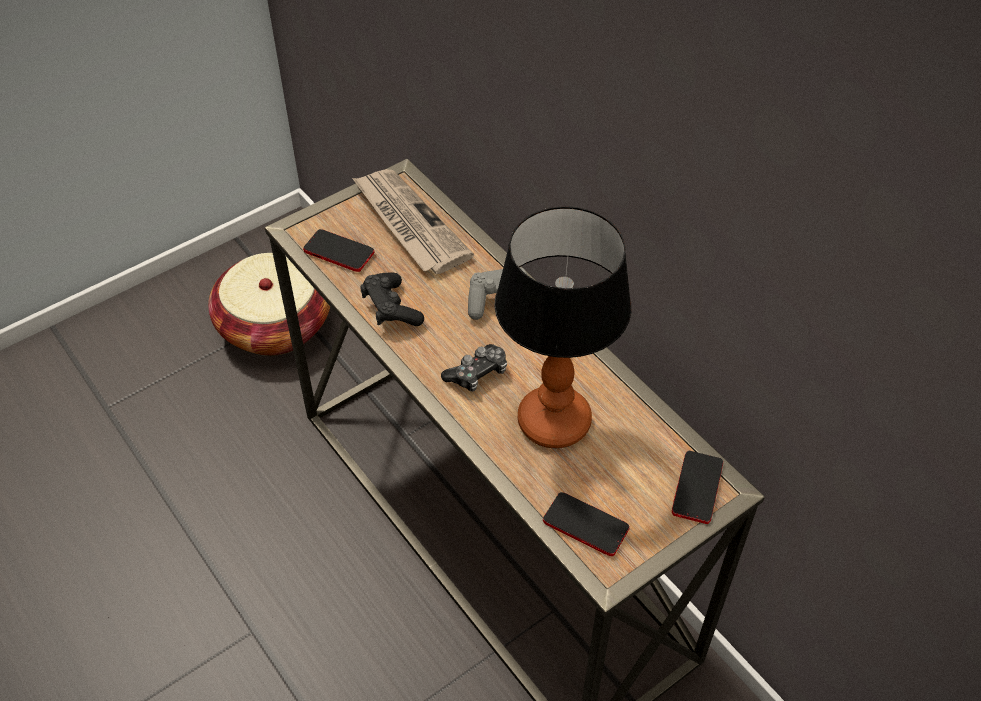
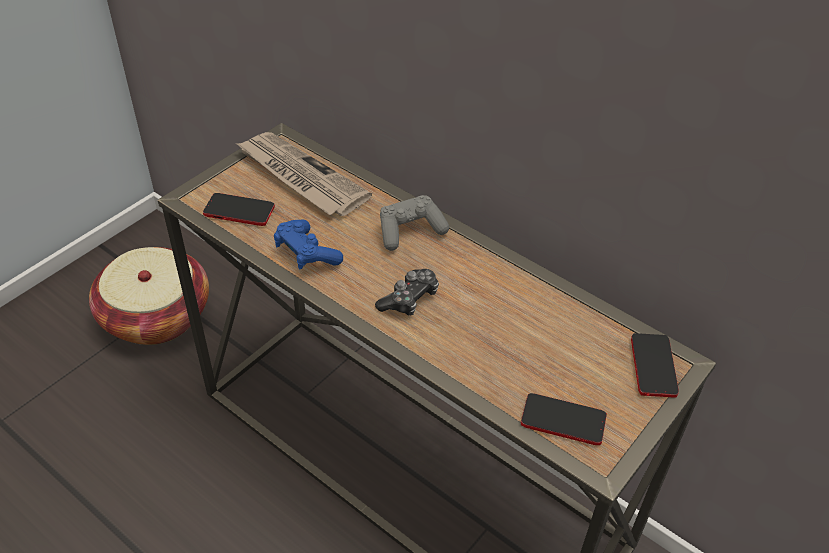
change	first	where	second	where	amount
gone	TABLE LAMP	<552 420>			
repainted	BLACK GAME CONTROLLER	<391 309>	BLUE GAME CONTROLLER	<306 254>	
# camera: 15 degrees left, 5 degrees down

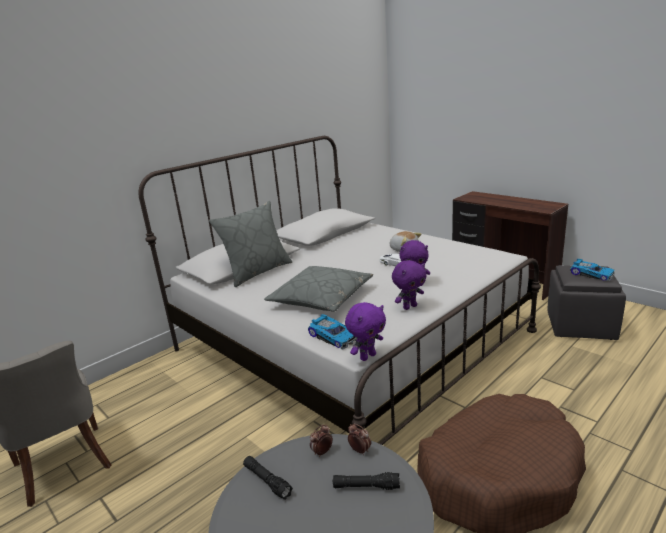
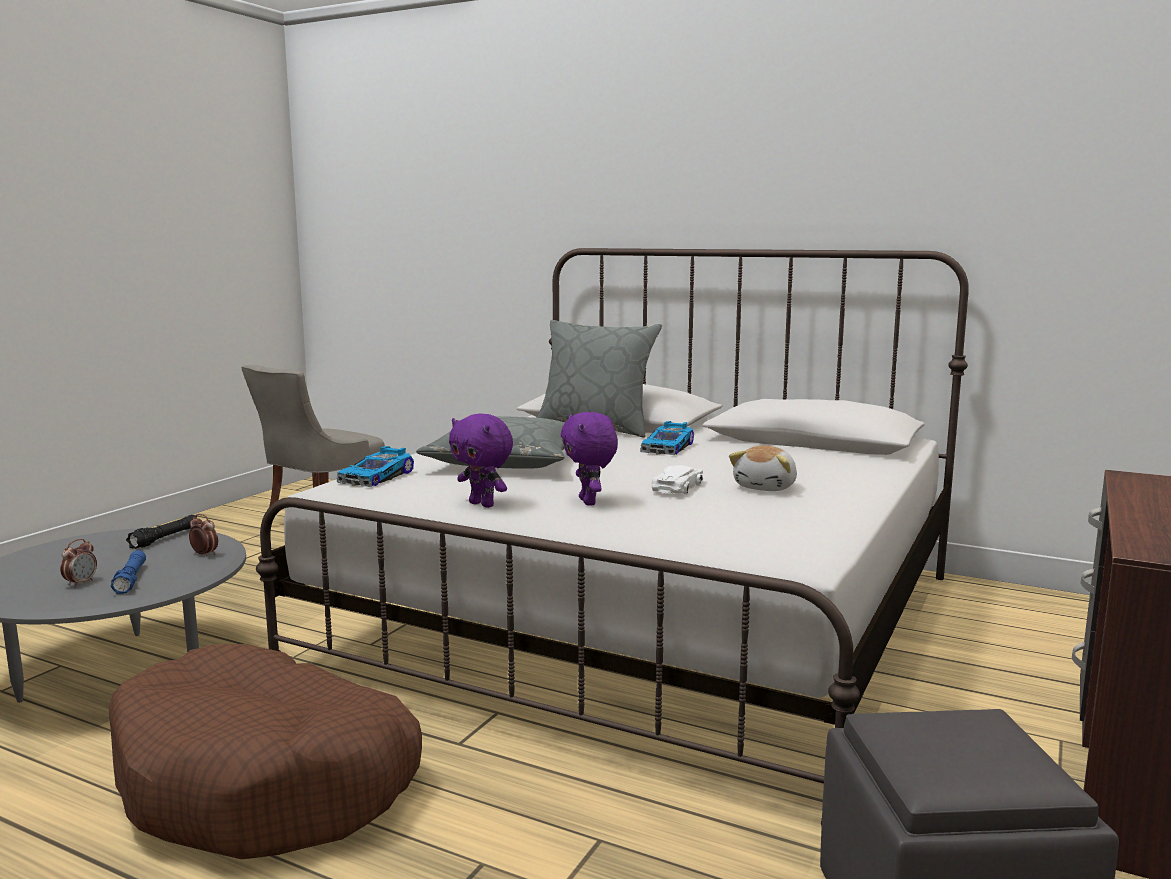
change	first	where	second	where	amount
gone	PURPLE PLUSH TOY	<367 356>			
shifted	ALARM CLOCK	<359 450>		<81 583>	
shifted	TOY CAR	<592 274>		<669 448>	
repainted	BLACK FLASHLIGHT	<366 487>	BLUE FLASHLIGHT	<131 579>	
# camera: 70 degrees right, 10 degrees down

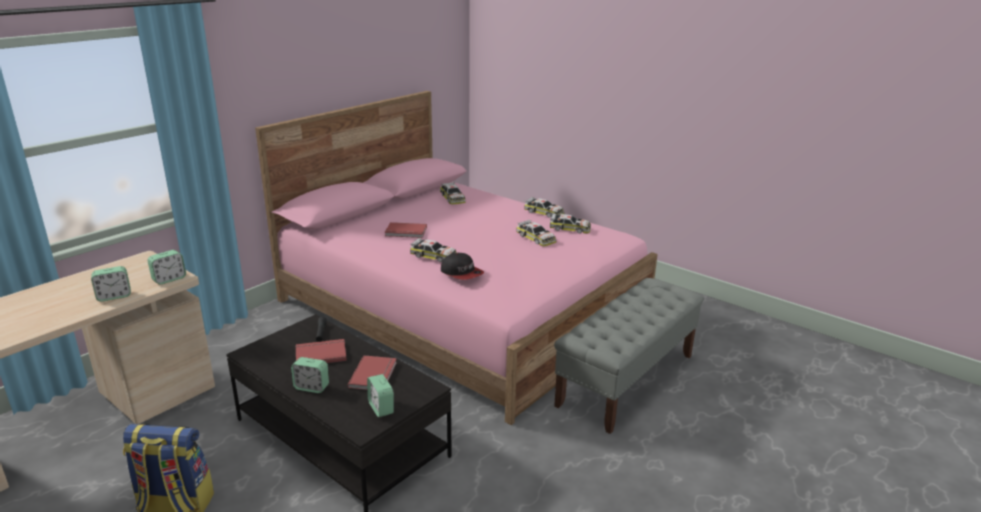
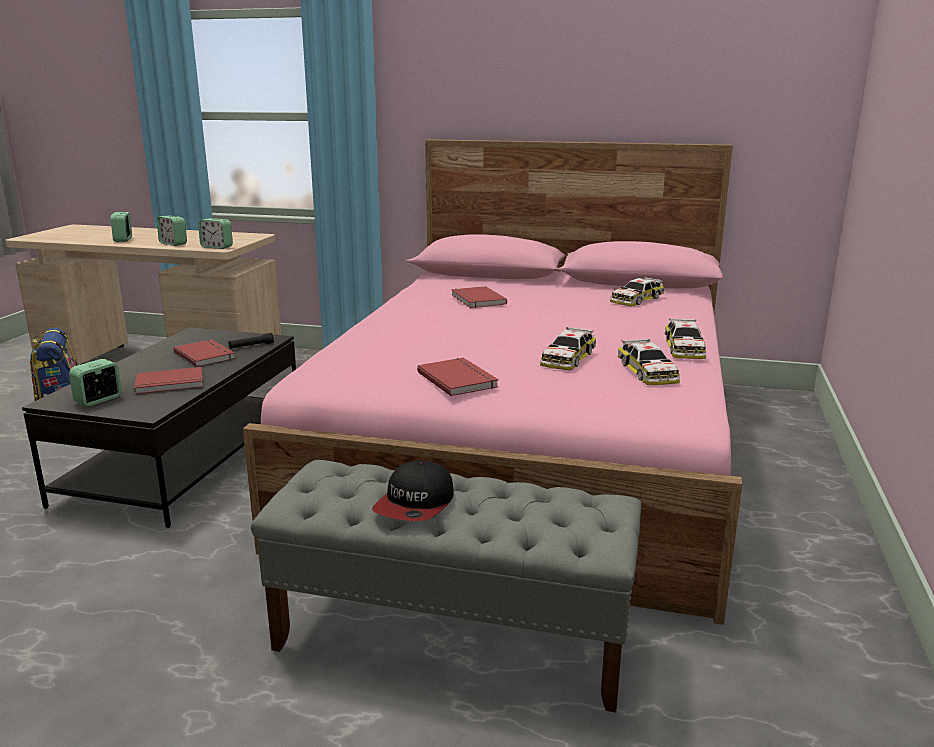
change	first	where	second	where	amount
gone	TOY CAR	<434 256>			
new			RED BOOK	<459 379>	
shifted	ALARM CLOCK	<311 387>		<123 239>	
shifted	CAP	<462 273>		<415 504>	
# camera: 65 degrees right, 5 degrees down

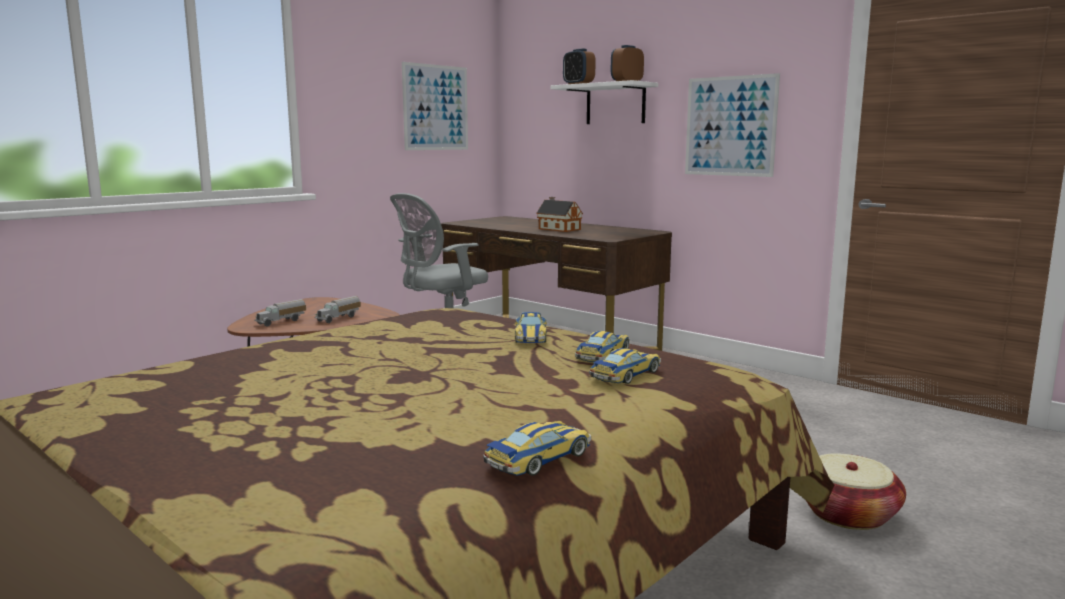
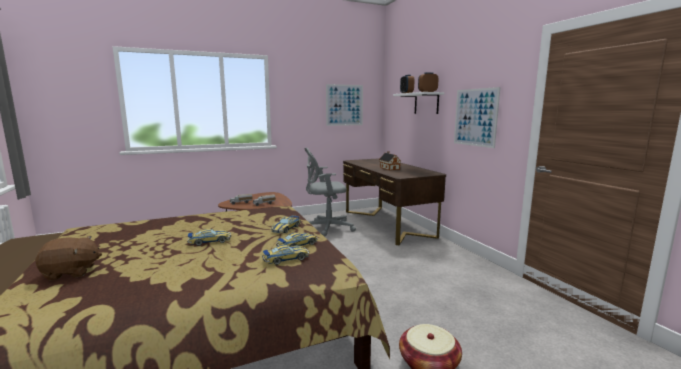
change	first	where	second	where	amount
new			BROWN PLUSH TOY	<71 272>	
shifted	TOY CAR	<539 458>		<210 241>	
# camera: 25 degrees right, 0 degrees up

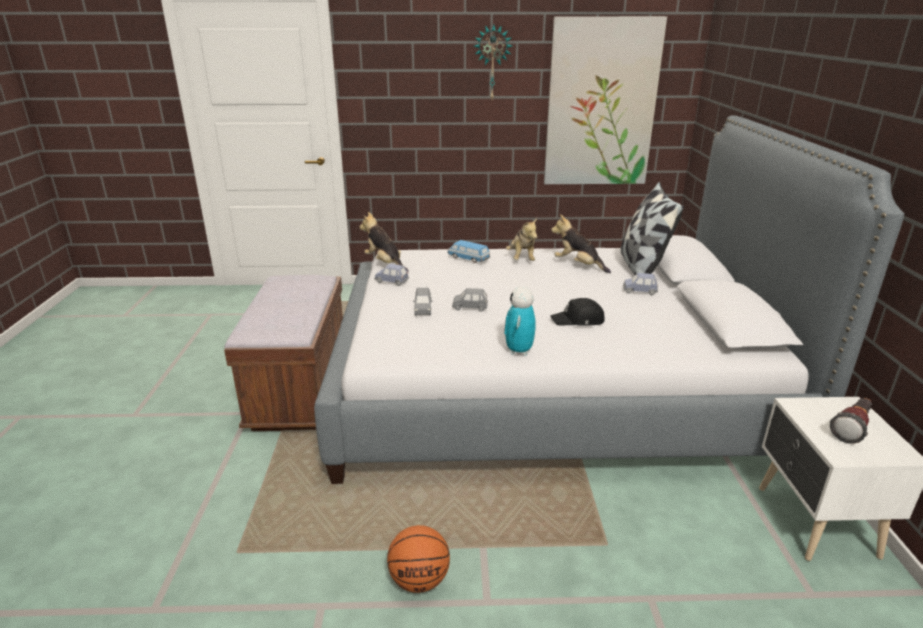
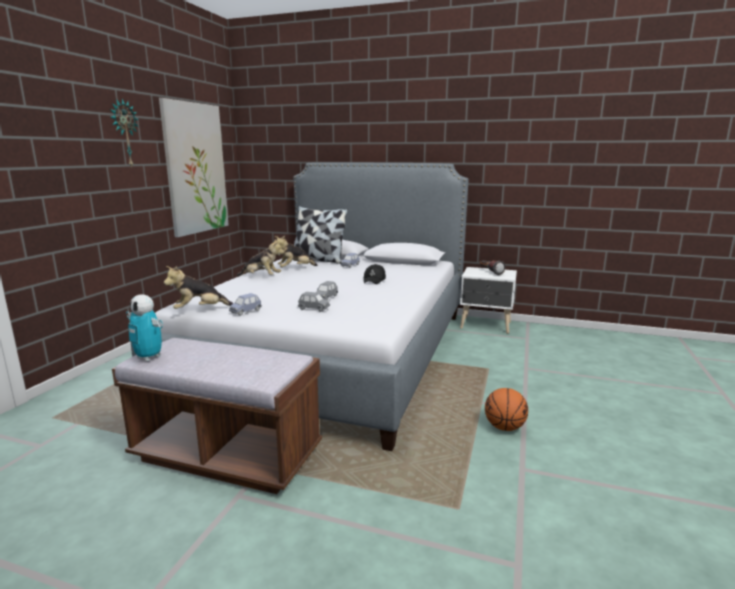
change	first	where	second	where	amount
gone	TOY CAR	<468 258>			
shifted	TOY ROBOT	<519 351>		<149 357>	
# camera: 70 degrees left, 10 degrees down

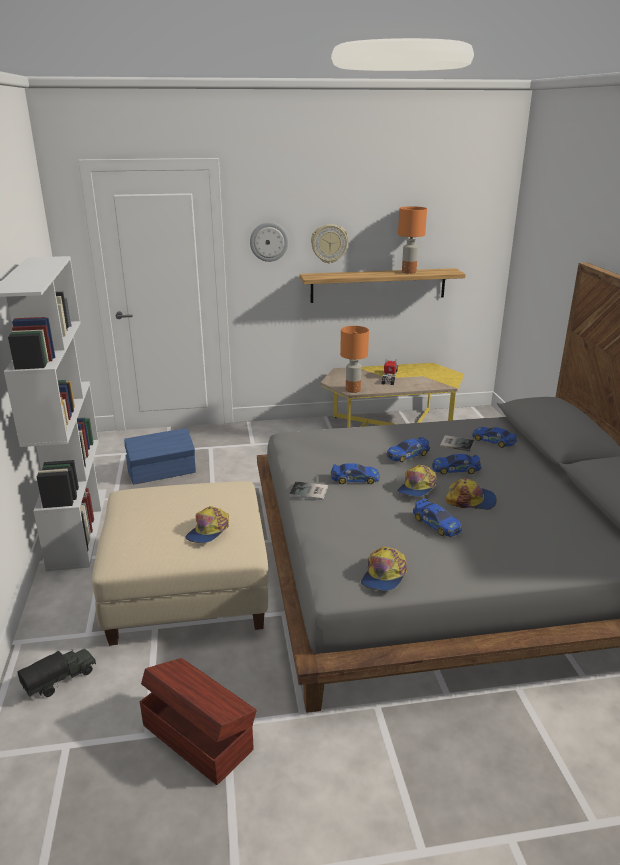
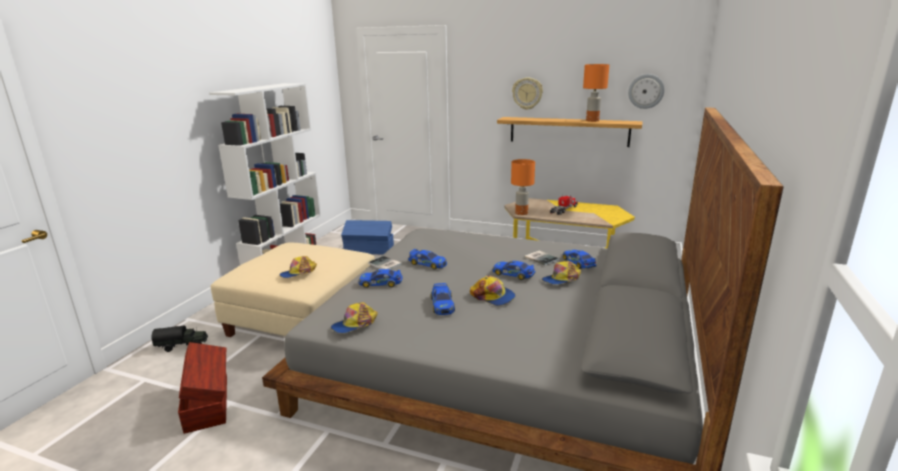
change	first	where	second	where	amount
shifted	WALL CLOCK	<269 241>		<646 91>	
shifted	TOY CAR	<407 454>		<380 283>	
shifted	CAP	<417 487>		<561 279>	
# camera: 30 degrees right, 5 degrees down

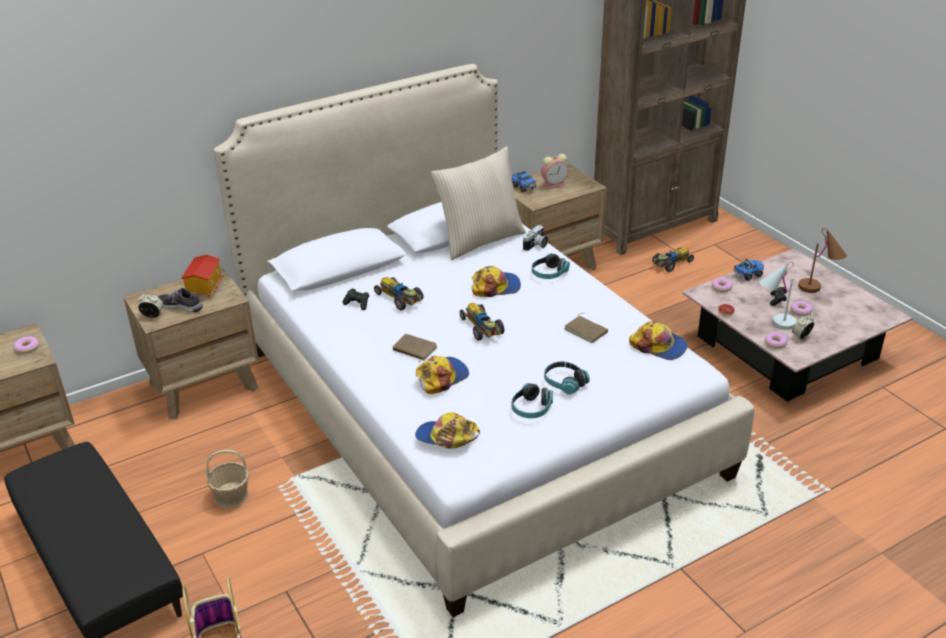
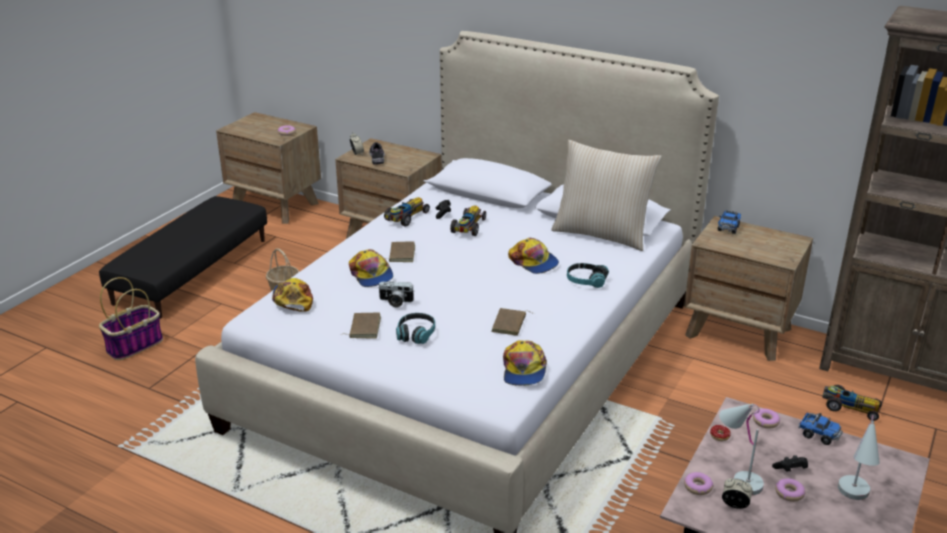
change	first	where	second	where	amount
gone	TOY HOUSE	<204 288>			
gone	ALARM CLOCK	<554 184>			
shifted	TOY CAR	<482 328>		<406 218>	
shifted	PHOTO CAMERA	<536 246>		<395 302>	
swapped	HEADPHONES	<531 408>	BROWN BOOK	<363 327>	
repainted	BROWN TABLE LAMP	<818 291>	WHITE TABLE LAMP	<853 498>	
rotated	CAP	<441 377>		<371 275>	45 degrees clockwise
# camera: 60 degrees right, 5 degrees down

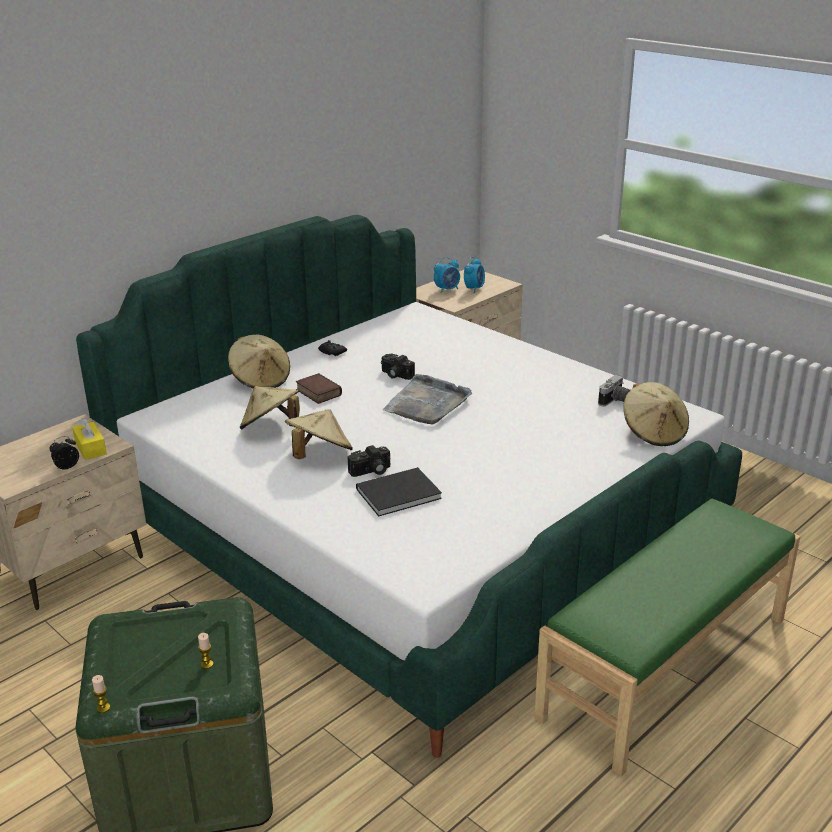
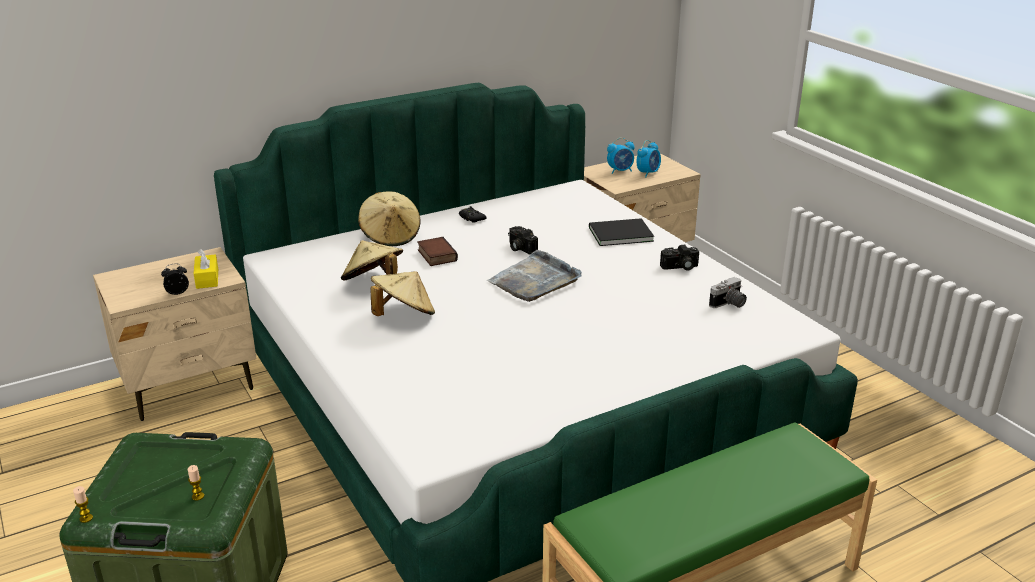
change	first	where	second	where	amount
gone	BEIGE HAT	<654 433>			
shifted	PHOTO CAMERA	<371 471>		<680 267>	
shifted	BLACK BOOK	<395 493>		<618 233>	
# camera: 15 degrees right, 0 degrees up

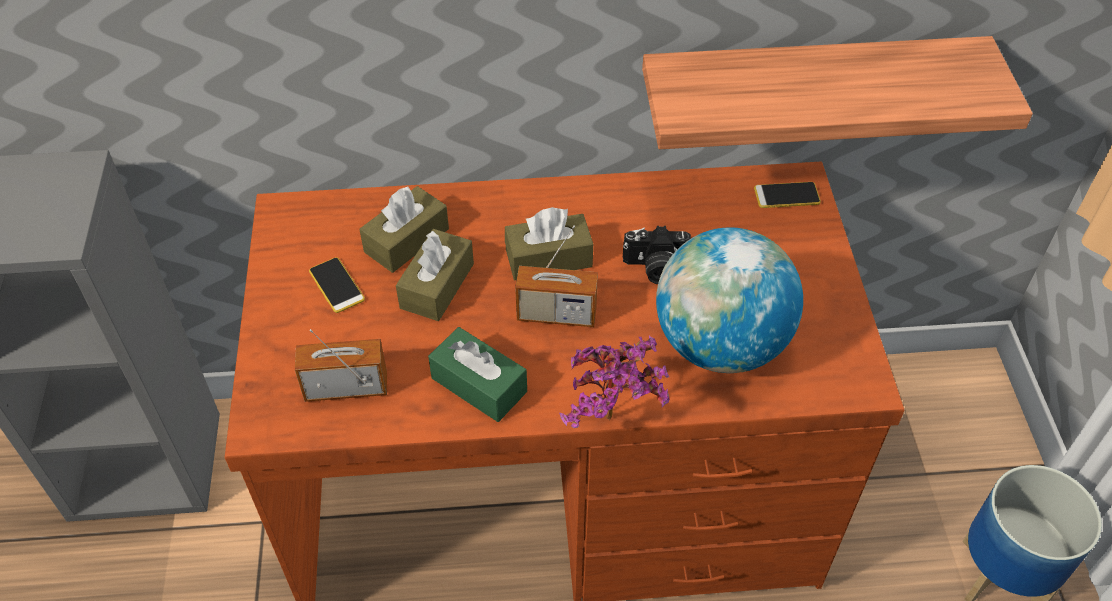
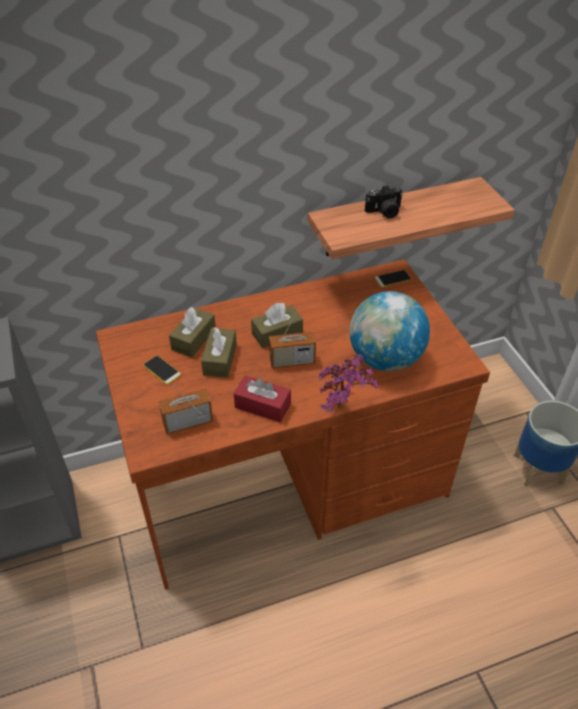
change	first	where	second	where	amount
shifted	PHOTO CAMERA	<655 268>		<384 212>	
repainted	GREEN TISSUE BOX	<479 385>	RED TISSUE BOX	<262 405>	
# camera: 15 degrees left, 5 degrees down

